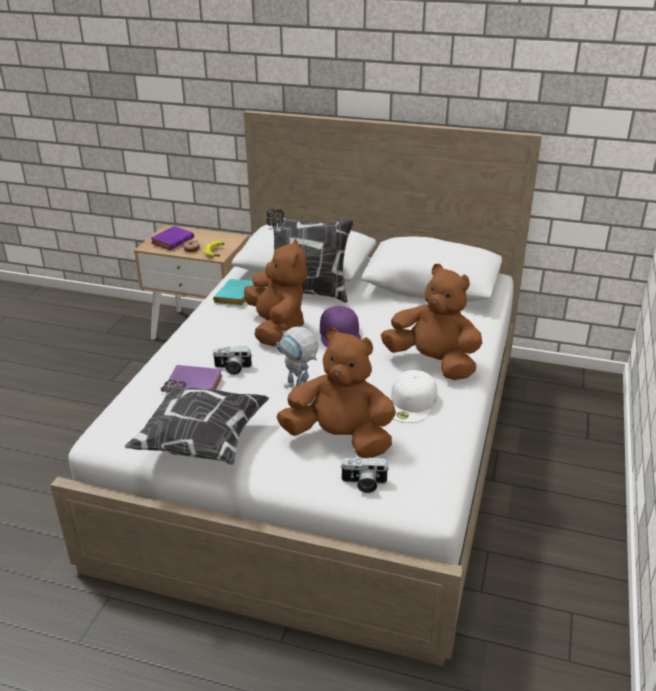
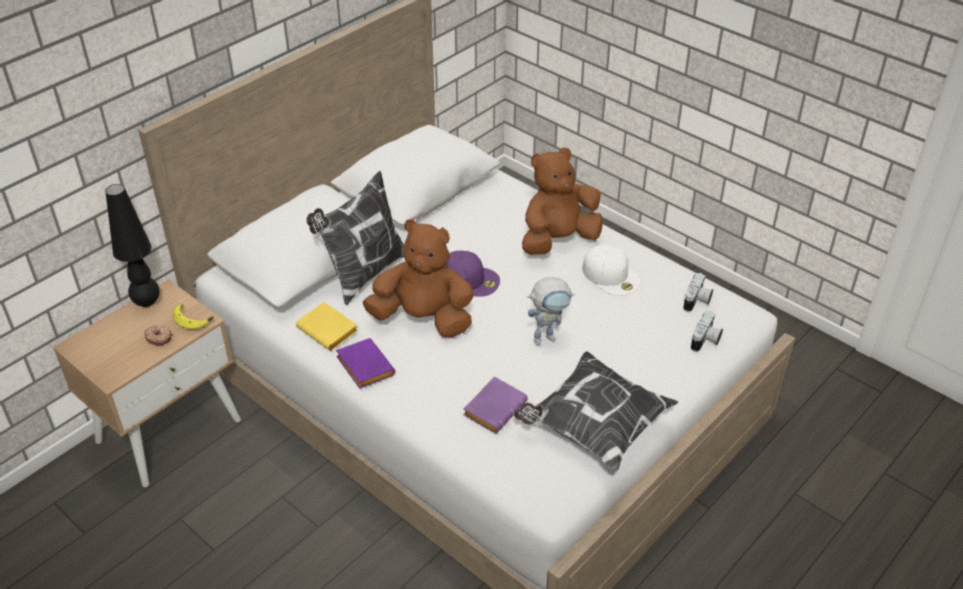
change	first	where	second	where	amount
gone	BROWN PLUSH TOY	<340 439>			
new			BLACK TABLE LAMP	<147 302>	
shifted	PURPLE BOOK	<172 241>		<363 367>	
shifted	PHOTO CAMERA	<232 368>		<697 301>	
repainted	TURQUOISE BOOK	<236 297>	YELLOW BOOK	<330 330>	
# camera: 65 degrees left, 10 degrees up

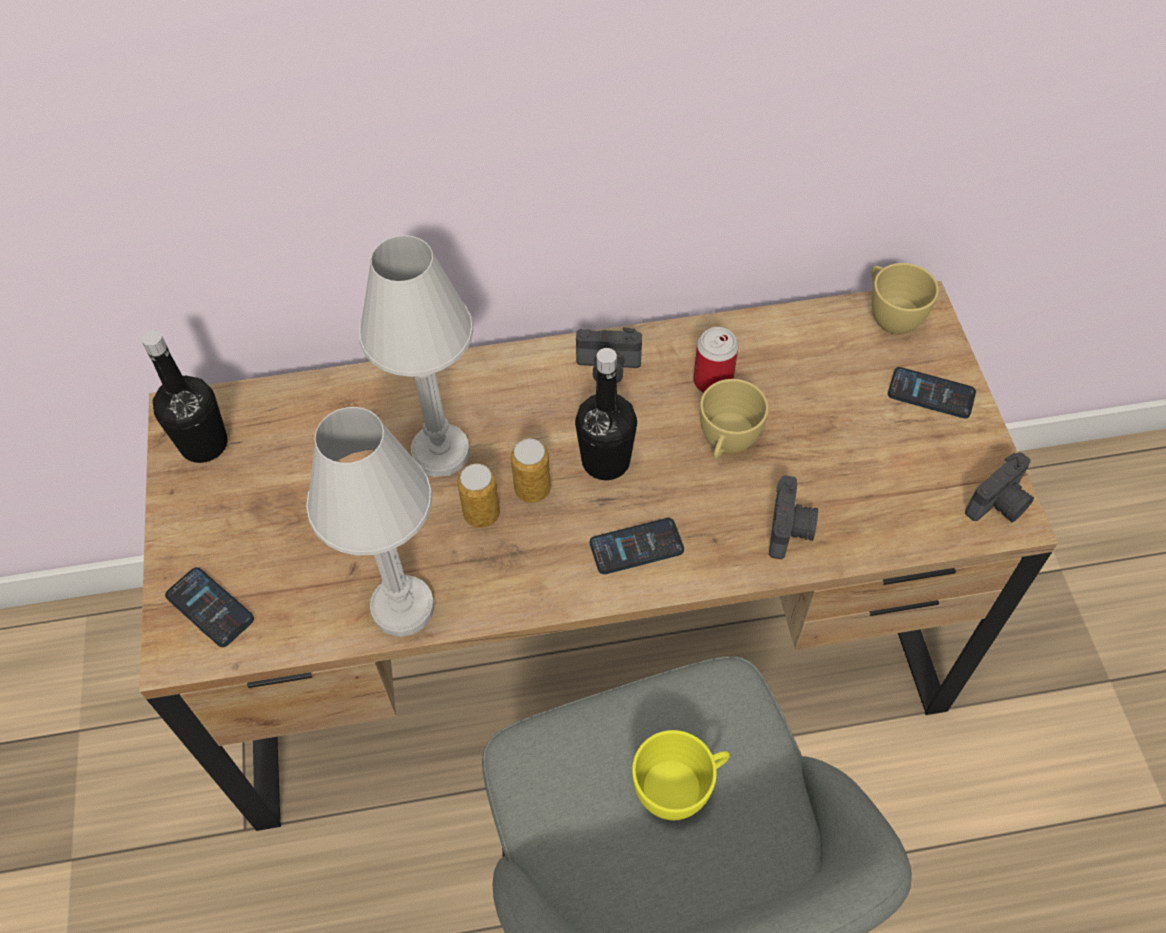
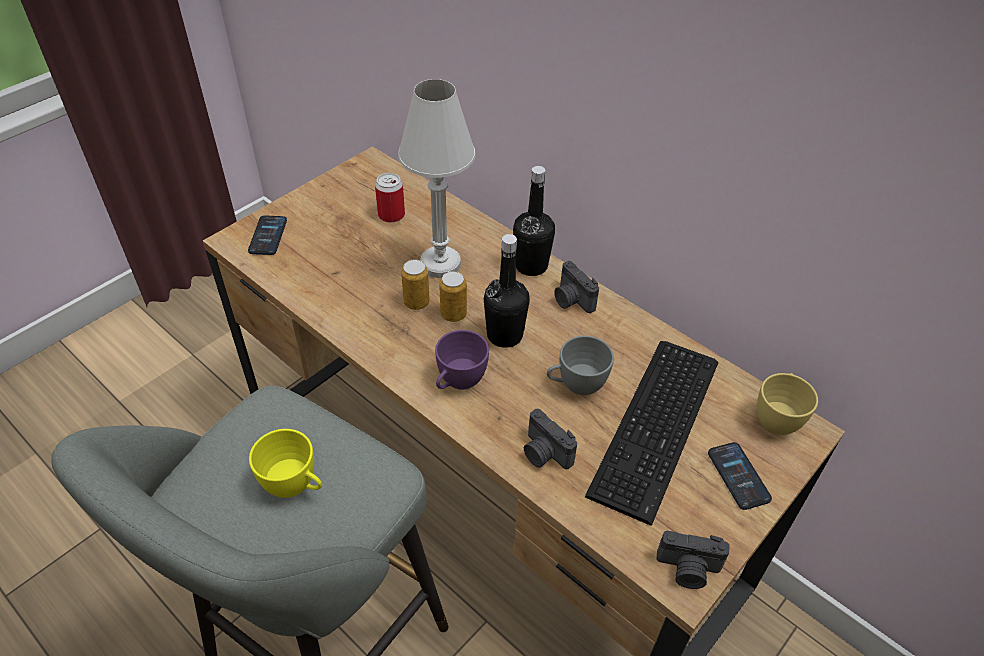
change	first	where	second	where	amount
gone	WHITE TABLE LAMP	<403 608>			
new			KEYBOARD	<660 425>	
shifted	BLACK BOTTLE	<204 444>		<531 266>	
shifted	CAN	<713 381>		<391 215>	
swapped	PHONE	<636 547>	PURPLE CUP	<458 382>	
repainted	YELLOW CUP	<726 444>	GREY CUP	<576 385>	
rotated	PHOTO CAMERA	<790 530>		<544 453>	75 degrees clockwise
# camera: 50 degrees right, 10 degrees down

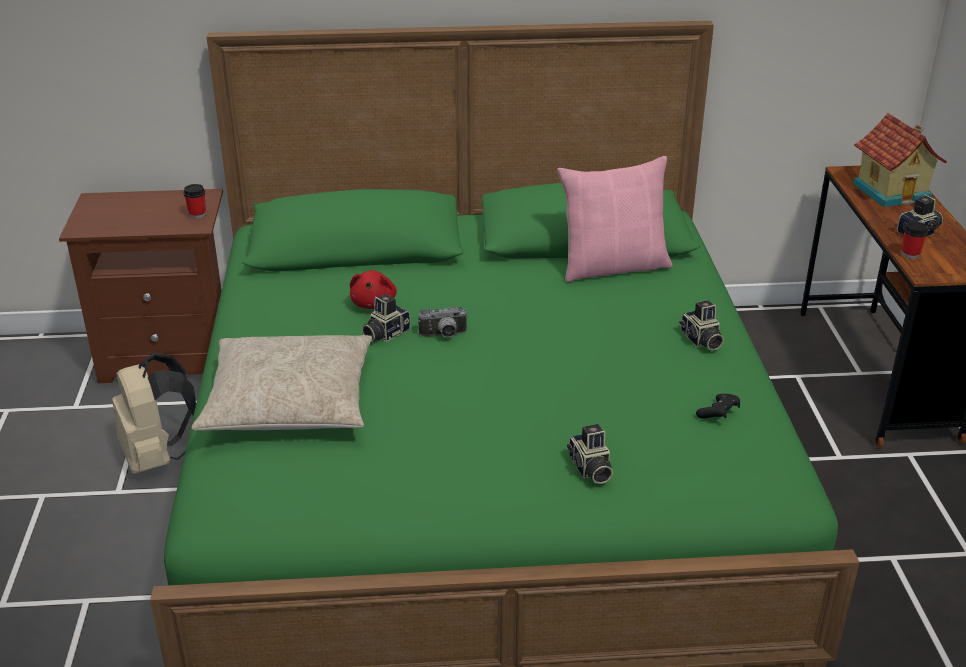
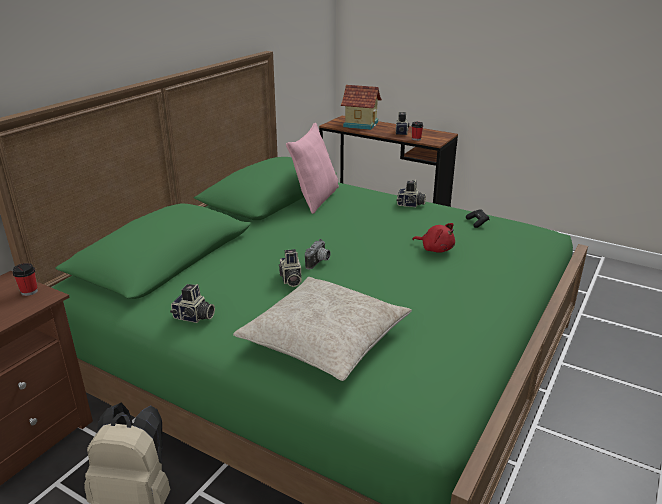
change	first	where	second	where	amount
shifted	RED PLUSH TOY	<374 303>		<435 249>	
shifted	PHOTO CAMERA	<590 469>		<194 317>	
# camera: 55 degrees left, 5 degrees down

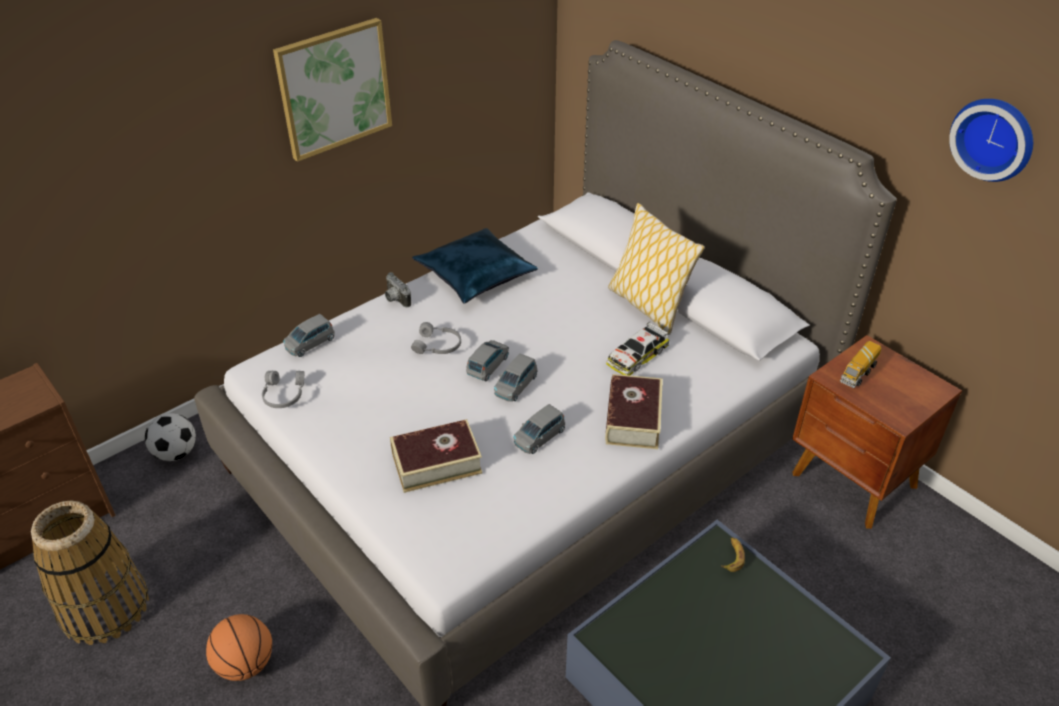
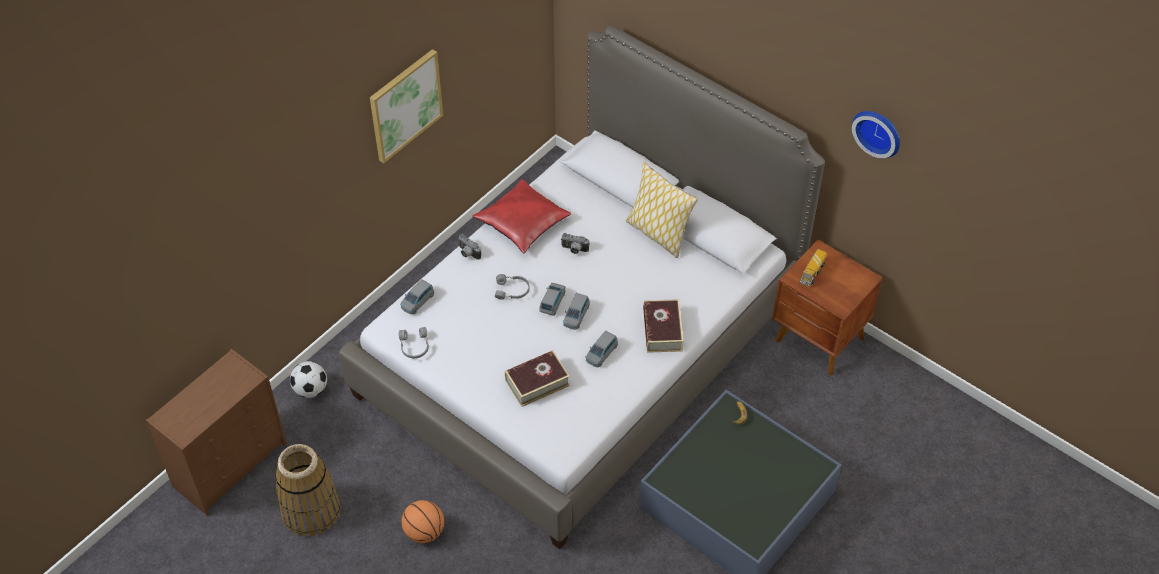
change	first	where	second	where	amount
gone	TOY CAR	<637 356>			
new			PHOTO CAMERA	<574 250>	
repainted	BLUE PILLOW	<476 275>	RED PILLOW	<523 223>	
# camera: 10 degrees left, 10 degrees up

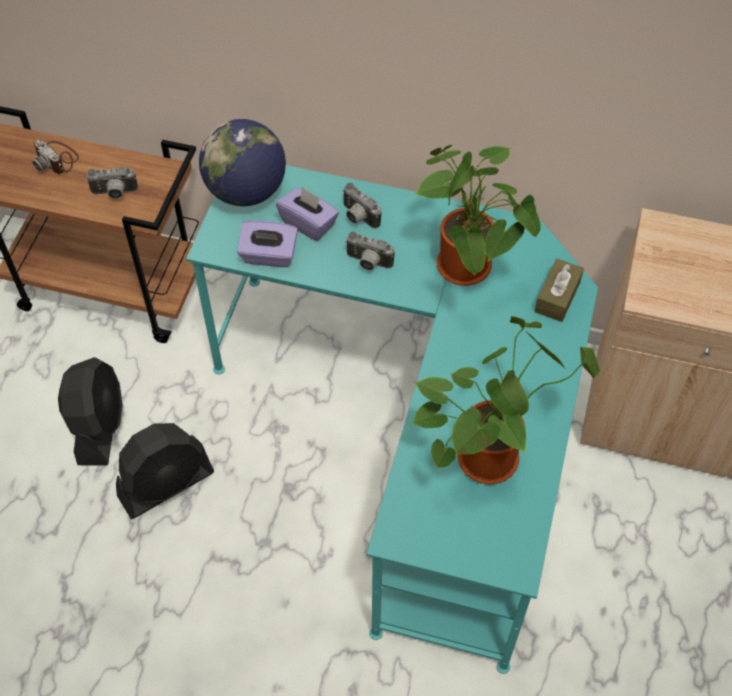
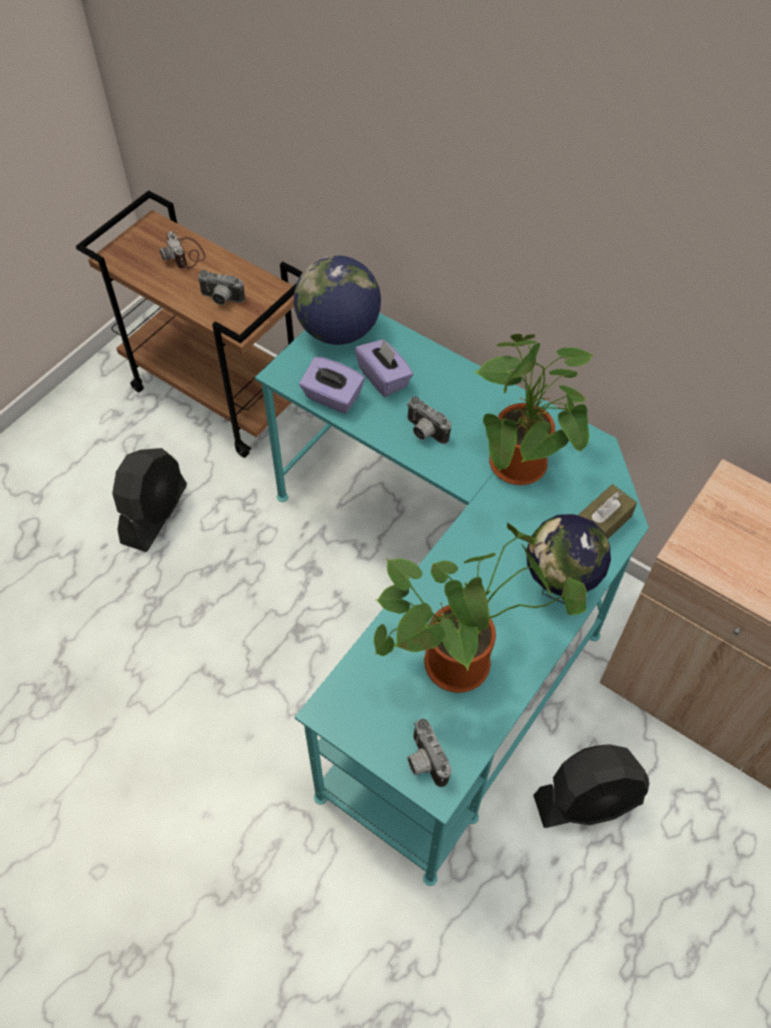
change	first	where	second	where	amount
new			GLOBE	<558 587>	
shifted	BLACK FAN	<166 484>		<588 800>	
shifted	PHOTO CAMERA	<357 217>		<423 761>	
# camera: 20 degrees right, 0 degrees up

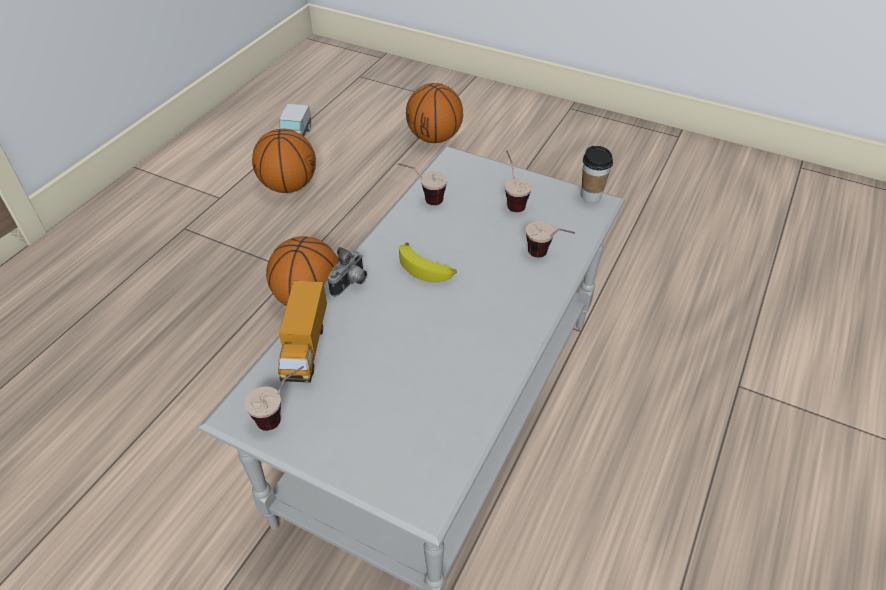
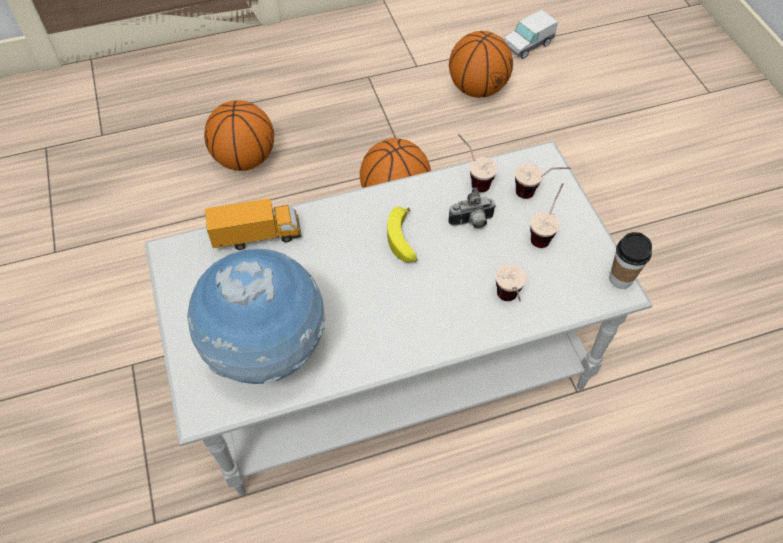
change	first	where	second	where	amount
new			GLOBE	<267 351>	
shifted	CUP	<282 415>		<536 194>	
shifted	PHOTO CAMERA	<351 284>		<472 223>	
shifted	BASKETBALL	<434 138>		<245 159>	
rotated	TOY TRUCK	<305 347>		<257 237>	150 degrees counterclockwise
# camera: 45 degrees right, 10 degrees up

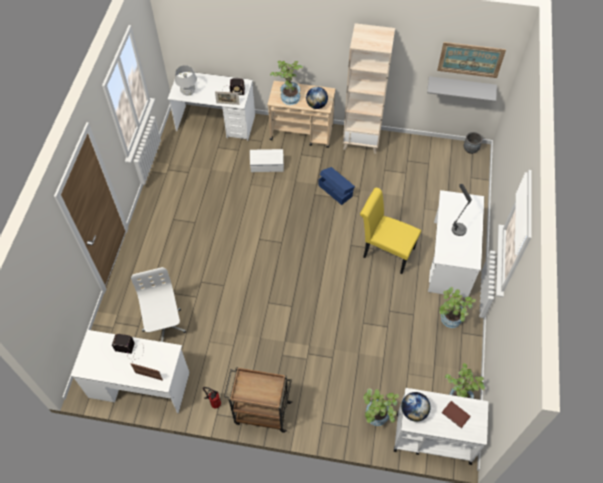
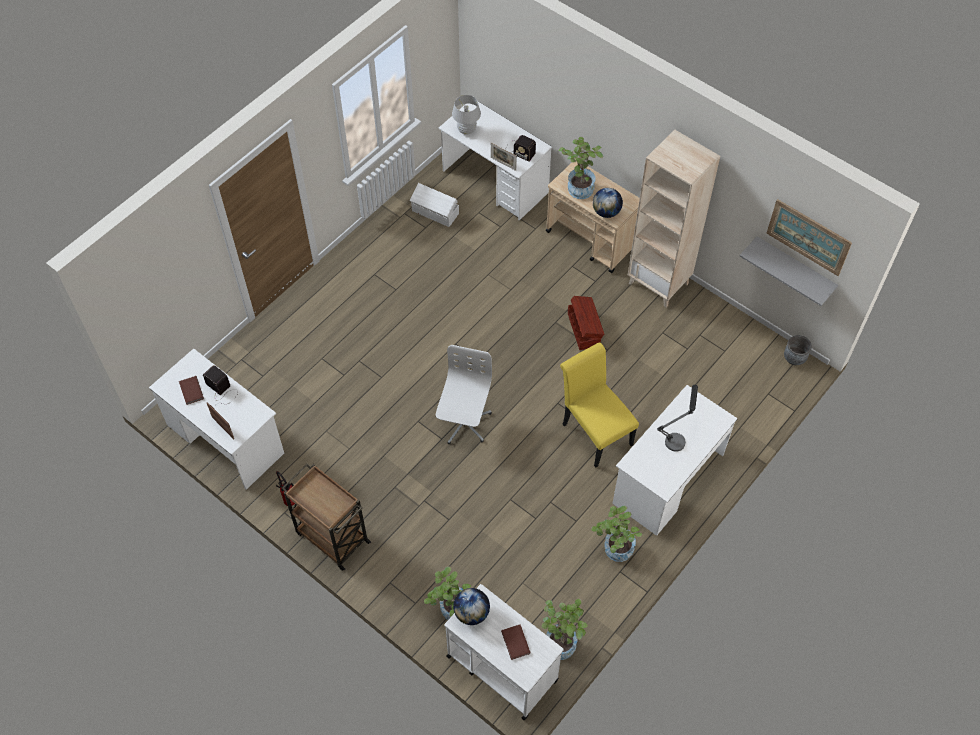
change	first	where	second	where	amount
new			BROWN BOOK	<191 391>	
shifted	WHITE OFFICE CHAIR	<164 325>		<463 422>	
shifted	WHITE STORAGE BOX	<267 166>		<435 213>	
repainted	BLUE STORAGE BOX	<335 190>	BROWN STORAGE BOX	<584 329>	
# camera: 30 degrees right, 0 degrees up

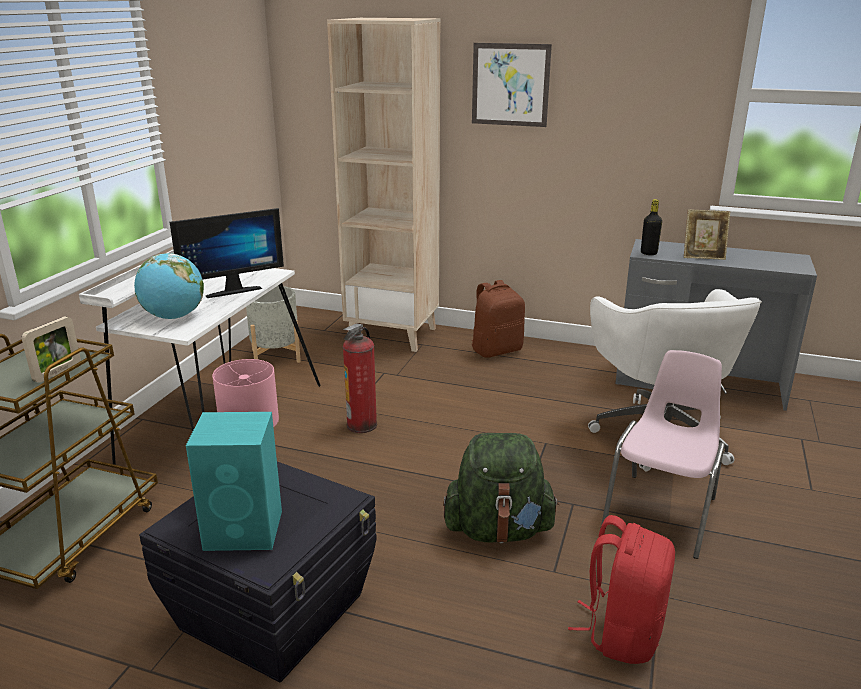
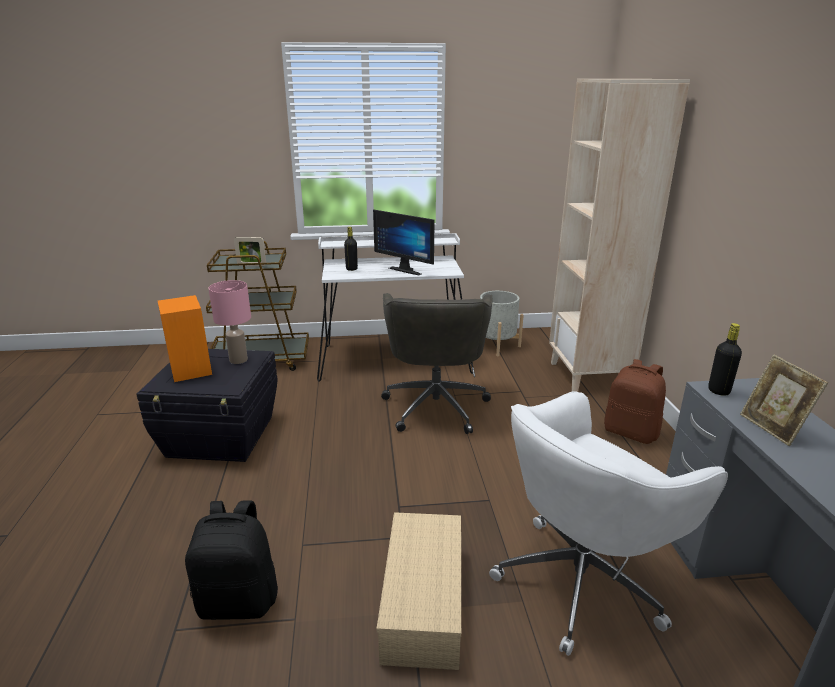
change	first	where	second	where	amount
gone	GREEN BACKPACK	<498 530>			
gone	PICTURE	<510 85>			
swapped	GLOBE	<174 317>	BLACK BOTTLE	<351 269>	
swapped	FIRE EXTINGUISHER	<362 425>	GREY OFFICE CHAIR	<436 405>	
swapped	PINK CHAIR	<662 513>	BEIGE STORAGE BOX	<425 603>	
repainted	TURQUOISE SPEAKER	<245 530>	ORANGE SPEAKER	<191 370>	
repainted	RED BACKPACK	<622 632>	BLACK BACKPACK	<239 600>	
# camera: 65 degrees right, 0 degrees up

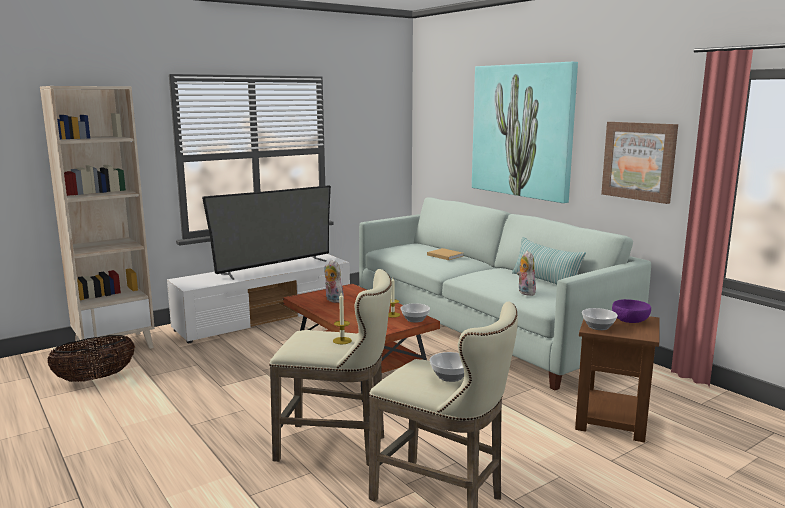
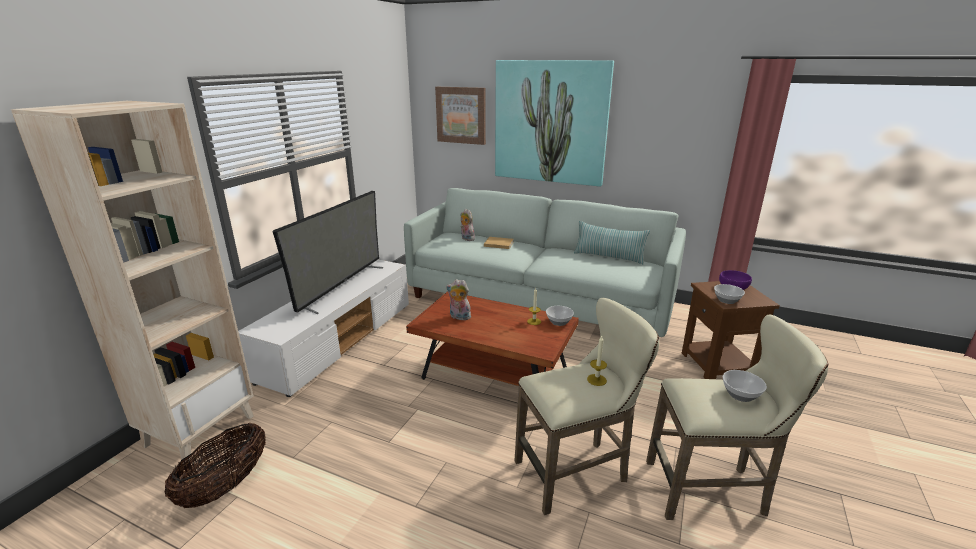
change	first	where	second	where	amount
shifted	PLUSH TOY	<525 292>		<466 239>	
shifted	PICTURE	<639 161>		<461 115>	
# camera: 30 degrees left, 10 degrees up

